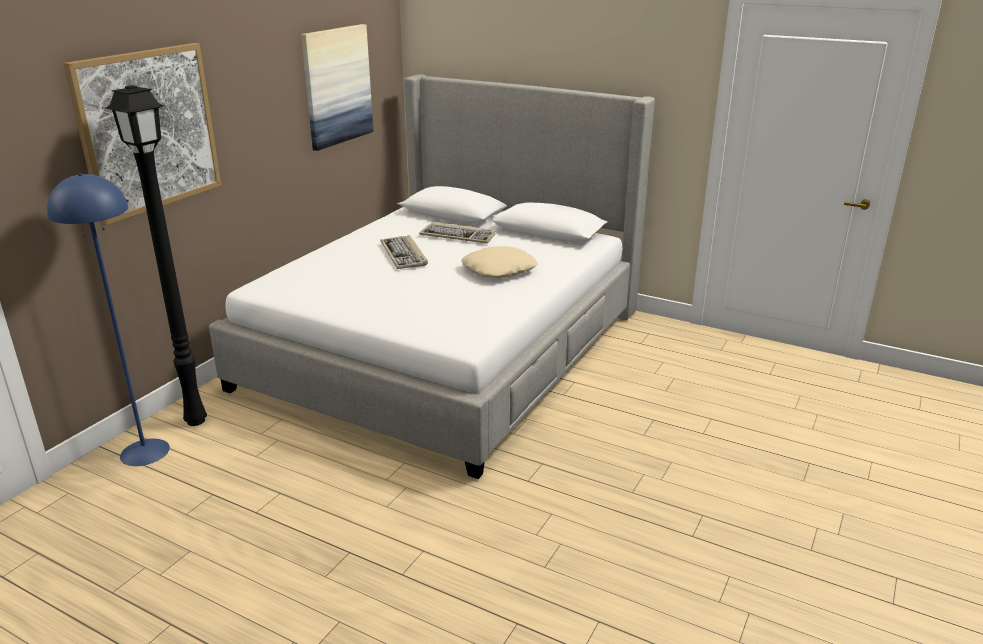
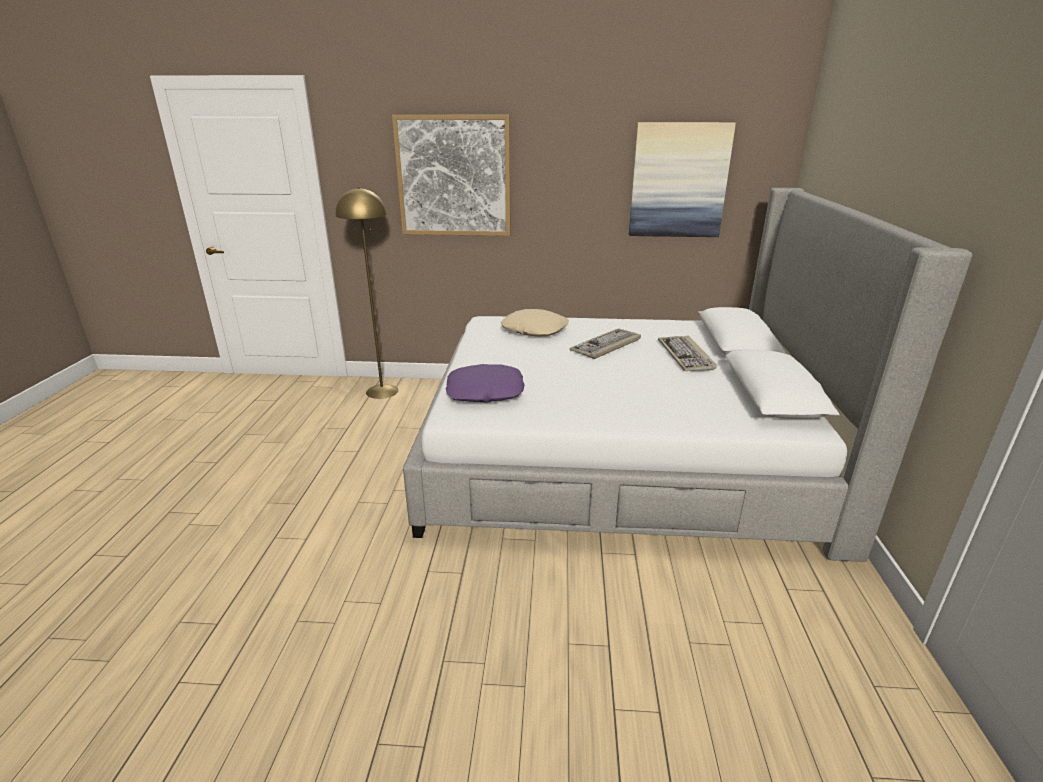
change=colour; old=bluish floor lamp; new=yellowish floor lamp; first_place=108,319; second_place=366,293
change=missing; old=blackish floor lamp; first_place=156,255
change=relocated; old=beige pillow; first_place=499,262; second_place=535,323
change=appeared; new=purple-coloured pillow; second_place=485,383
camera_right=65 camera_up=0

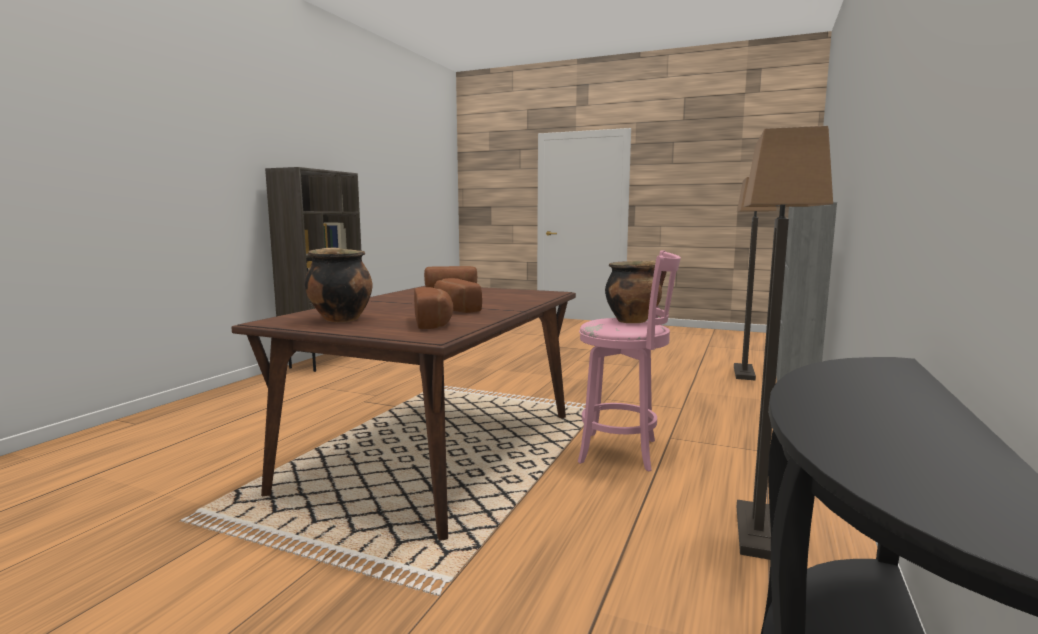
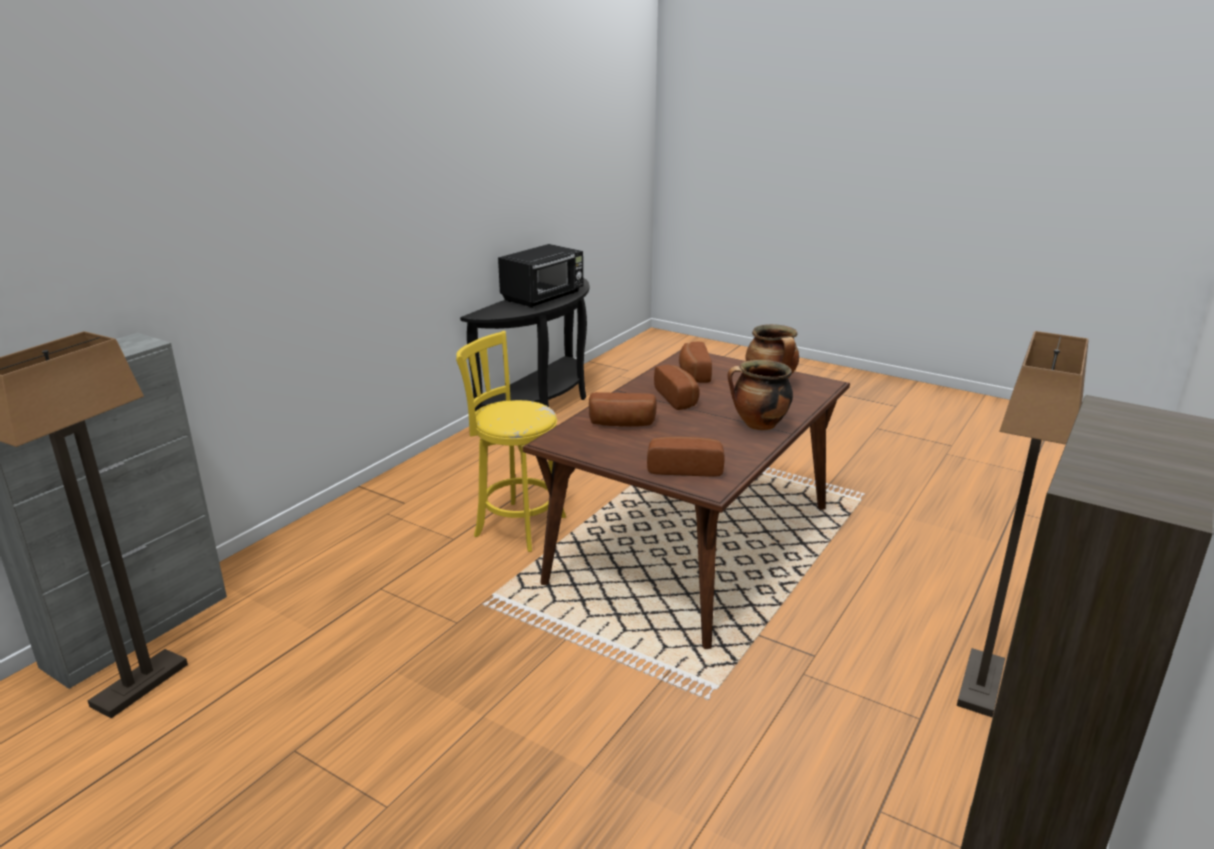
change=colour; old=pinkish stool; new=yellowish stool; first_place=629,361; second_place=511,441
change=relocated; old=saucepot; first_place=636,291; second_place=760,395
change=relocated; old=floor lamp; first_place=785,343; second_place=1022,524
change=appeared; new=blackish microwave; second_place=540,276
change=appeared; new=bread; second_place=623,409
camera_right=-170 camera_up=15

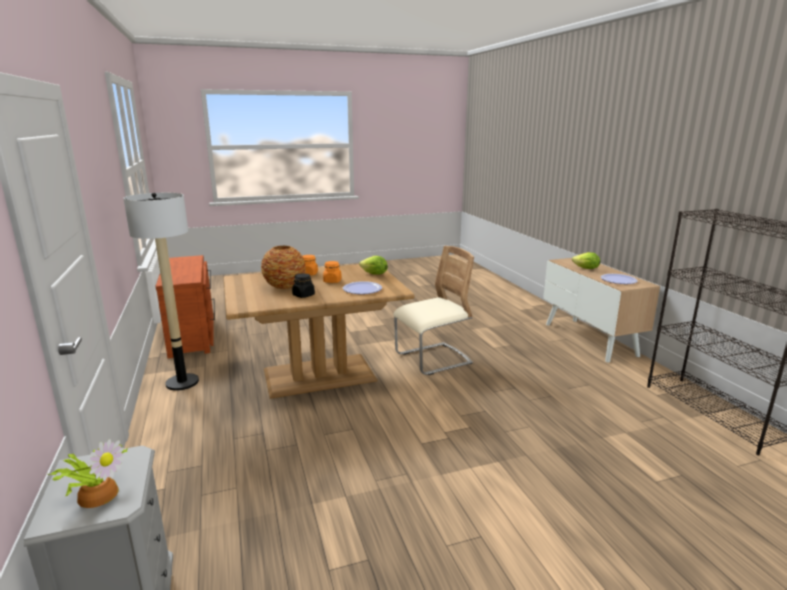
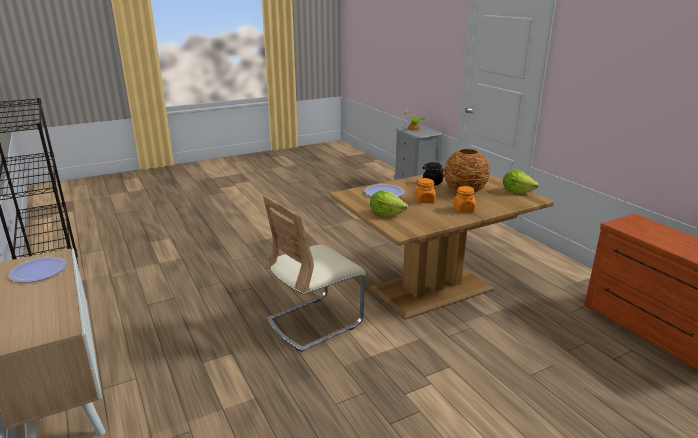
change=missing; old=floor lamp; first_place=161,292
change=relocated; old=head of lettuce; first_place=586,260; second_place=521,182
camera_right=170 camera_up=5

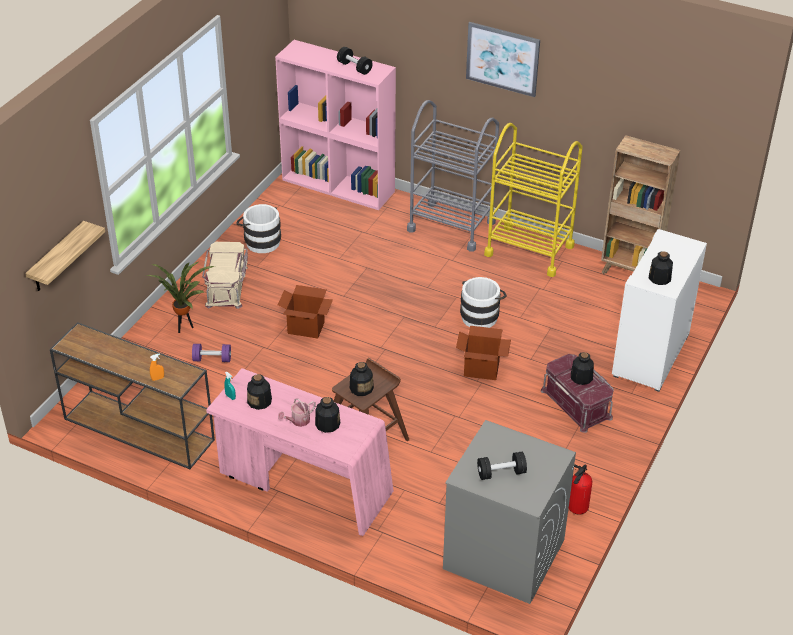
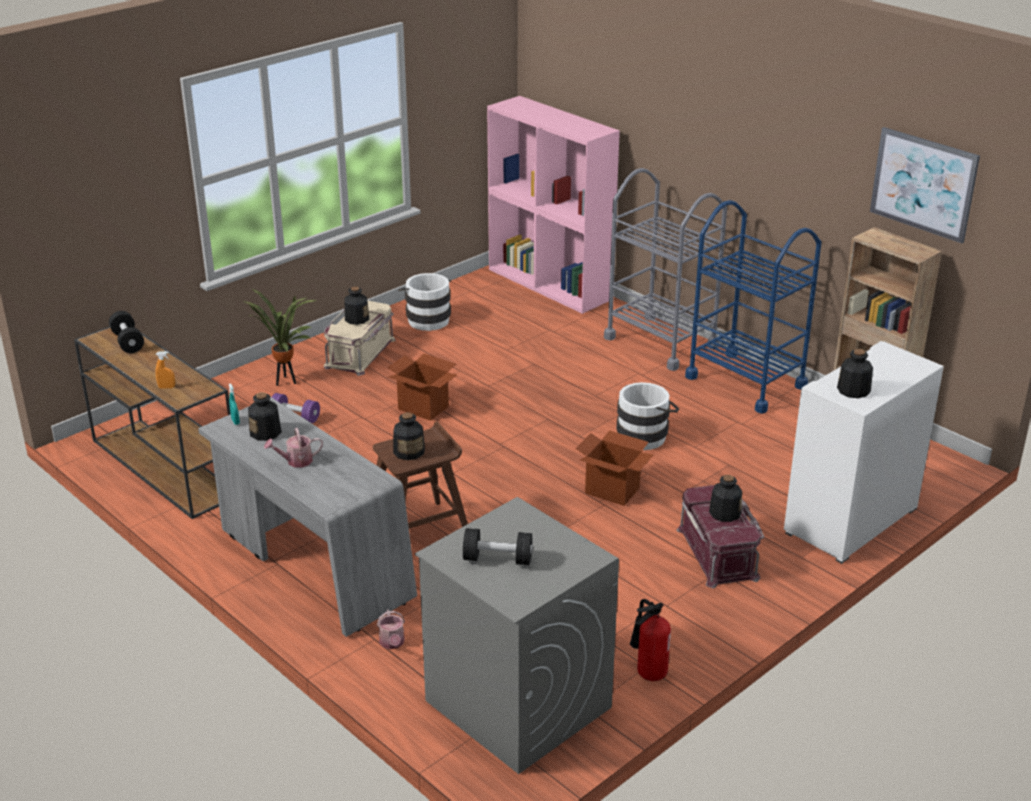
change=missing; old=wall shelf; first_place=65,256
change=colour; old=pinkish desk unit; new=greyish desk unit; first_place=299,452; second_place=307,517
change=relocated; old=beverage bottle; first_place=327,415; second_place=356,305
change=relocated; old=blackish free weight; first_place=355,61; second_place=126,332
change=relocated; old=wall art; first_place=503,59; second_place=925,185
change=colour; old=yellowish cart; new=bluish cart; first_place=533,200; second_place=753,307
change=appeared; new=watering pot; second_place=391,629
camera_right=20 camera_up=-10

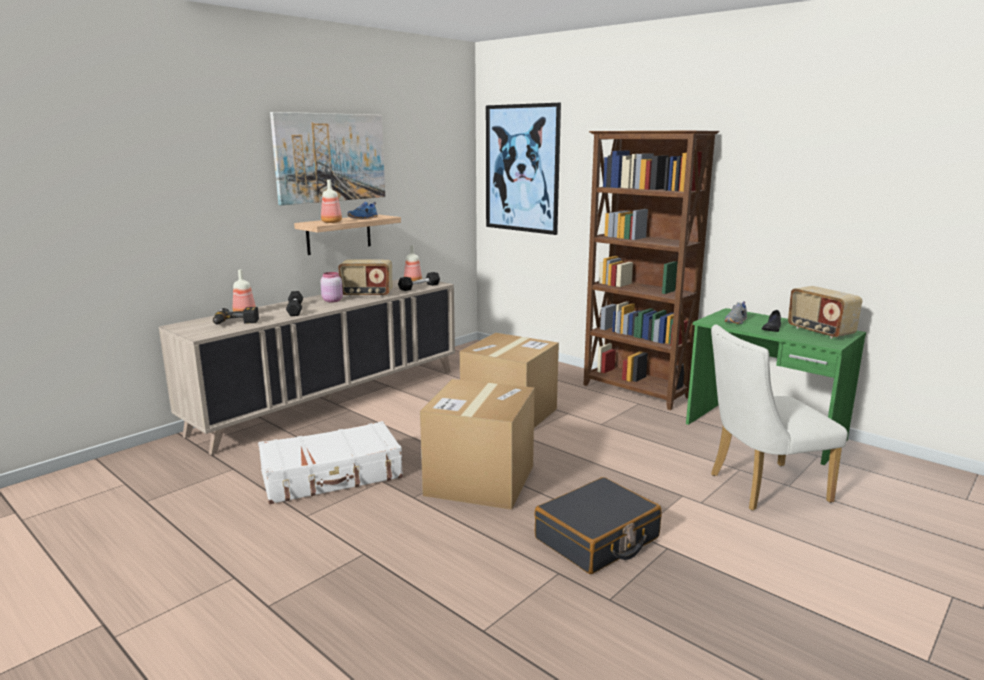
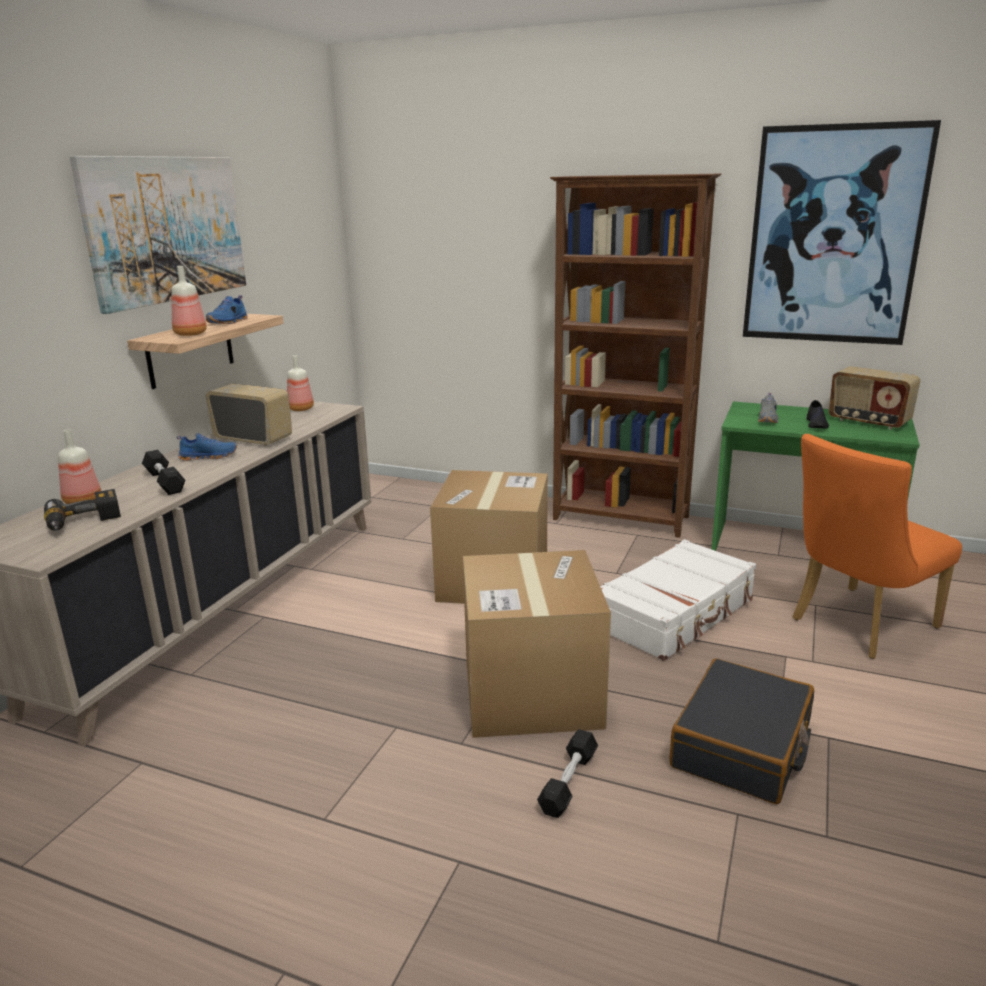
change=relocated; old=whitish suitcase; first_place=330,462; second_place=678,600
change=exchanged; old=pinkish storage jar; new=bluish shoe; first_place=332,287; second_place=207,447
change=spun; old=radio set; first_place=365,278; second_place=249,414; degrees=-135
change=relocated; old=blackish free weight; first_place=419,281; second_place=567,773
change=relocated; old=wall art; first_place=523,169; second_place=842,232
change=colour; old=whitish chair; new=orange chair; first_place=779,418; second_place=877,546
camera_right=-20 camera_up=5

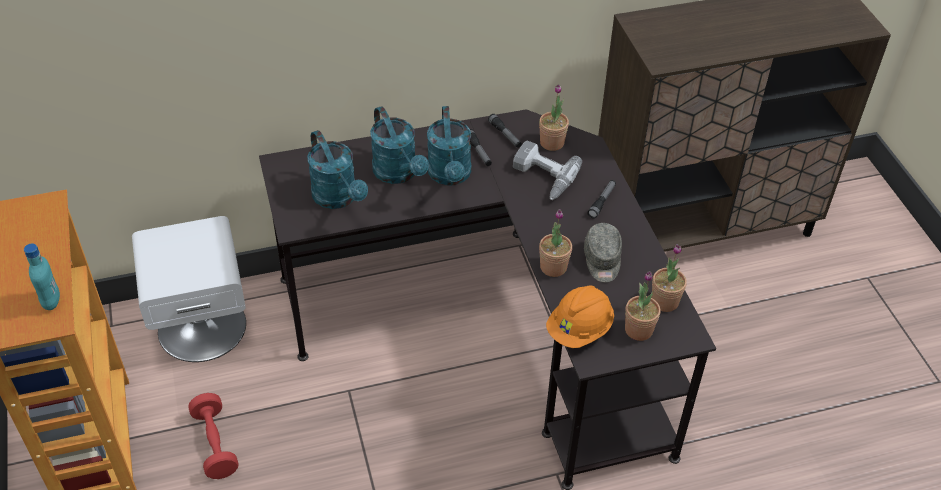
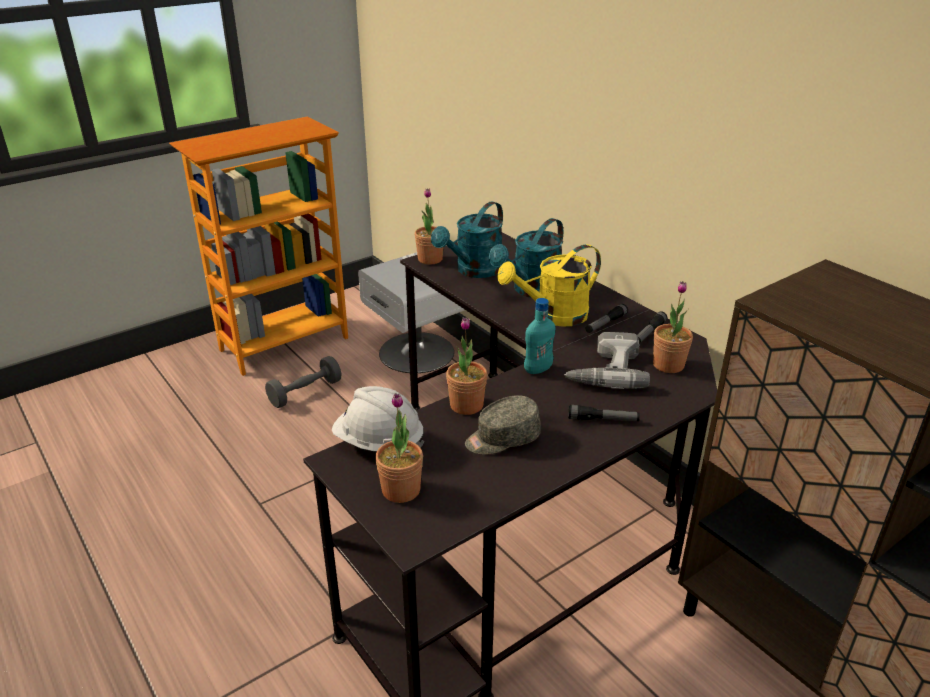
change=relocated; old=turquoise-coloured beverage bottle; first_place=42,277; second_place=539,336
change=colour; old=red free weight; new=greyish free weight; first_place=214,436; second_place=303,382
change=colour; old=turquoise-coloured watering pot; new=yellowish watering pot; first_place=449,146; second_place=549,285
change=colour; old=orange work helmet; new=whitish work helmet; first_place=580,316; second_place=378,418
change=relocated; old=houseplant; first_place=669,278; second_place=429,226
camera_right=70 camera_up=-15

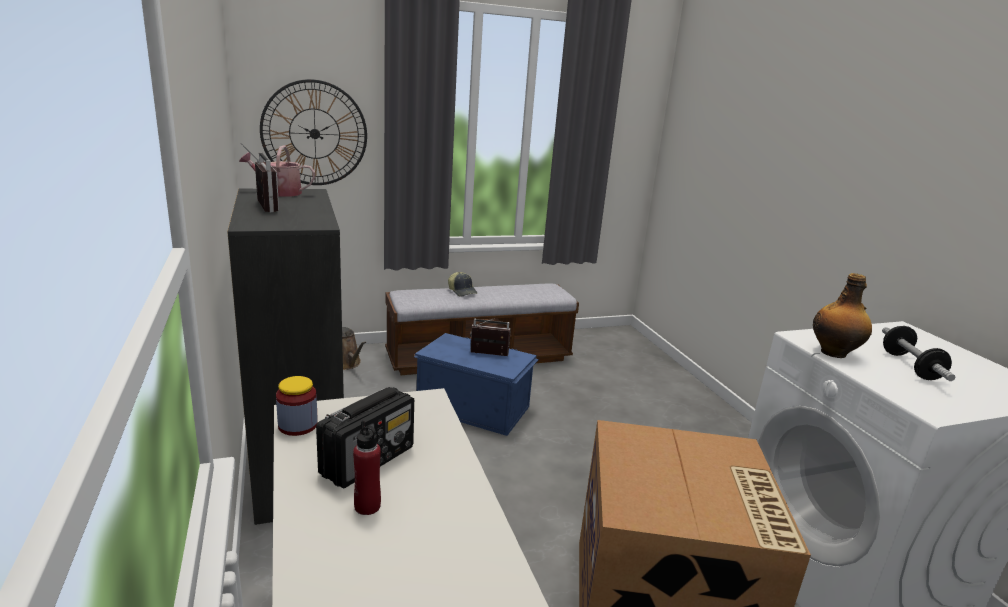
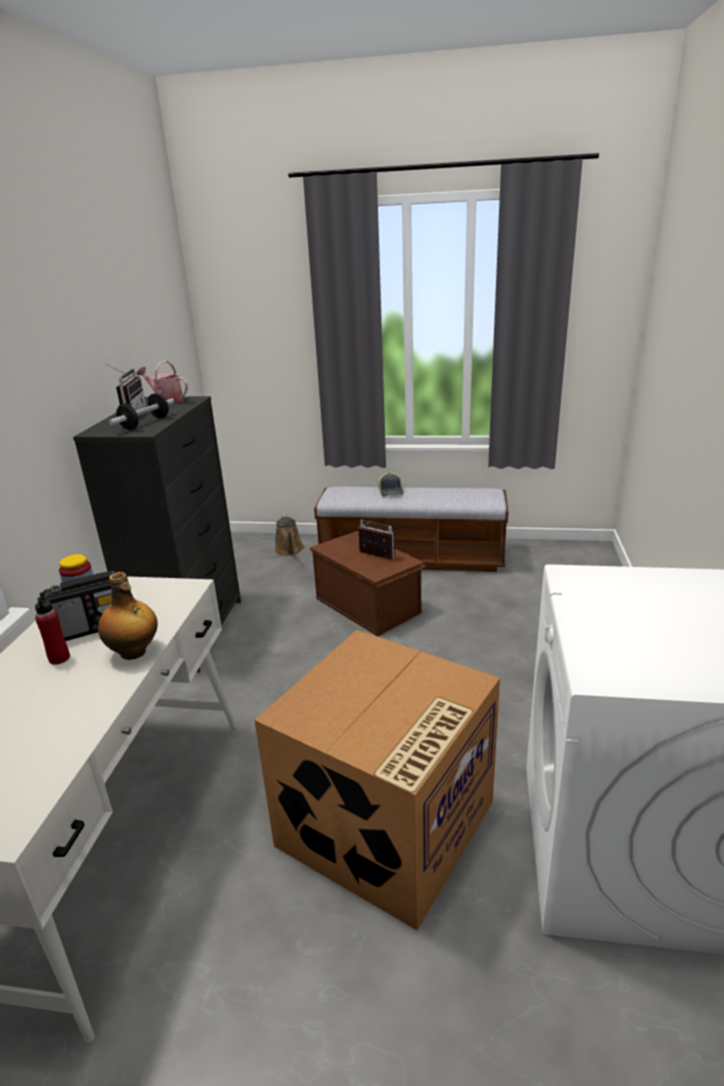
change=missing; old=clock on the wall; first_place=313,132
change=colour; old=bluish storage container; new=brown-coloured storage container; first_place=476,384; second_place=368,584
change=relocated; old=beverage bottle; first_place=842,315; second_place=128,616
change=relocated; old=free weight; first_place=918,353; second_place=141,411
camera_right=30 camera_up=5

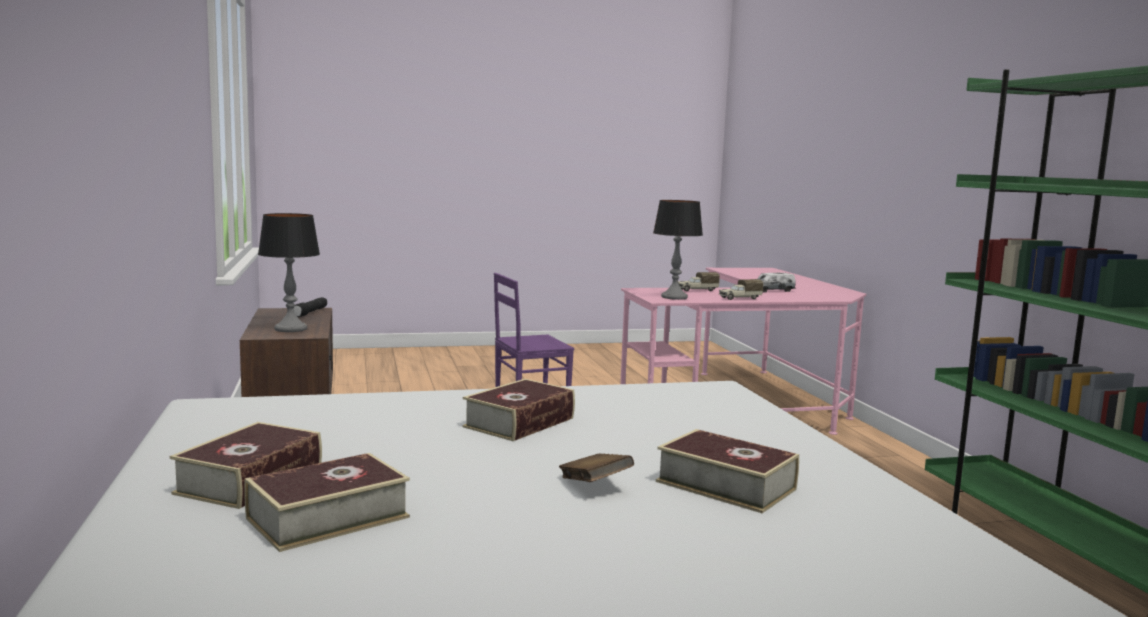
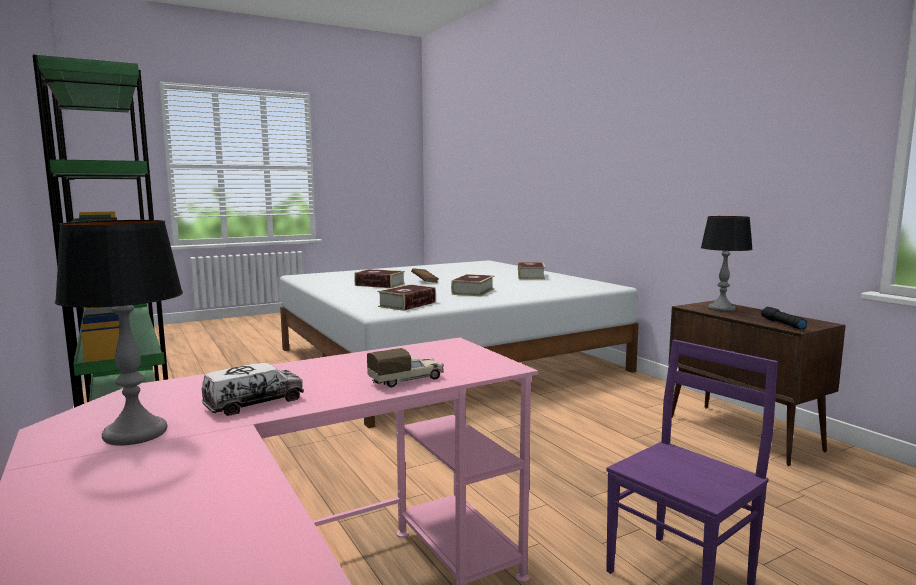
change=relocated; old=bound book; first_place=327,502; second_place=407,297
change=relocated; old=tabletop lamp; first_place=678,250; second_place=119,333
change=missing; old=toy lorry; first_place=741,289
camera_right=165 camera_up=0

